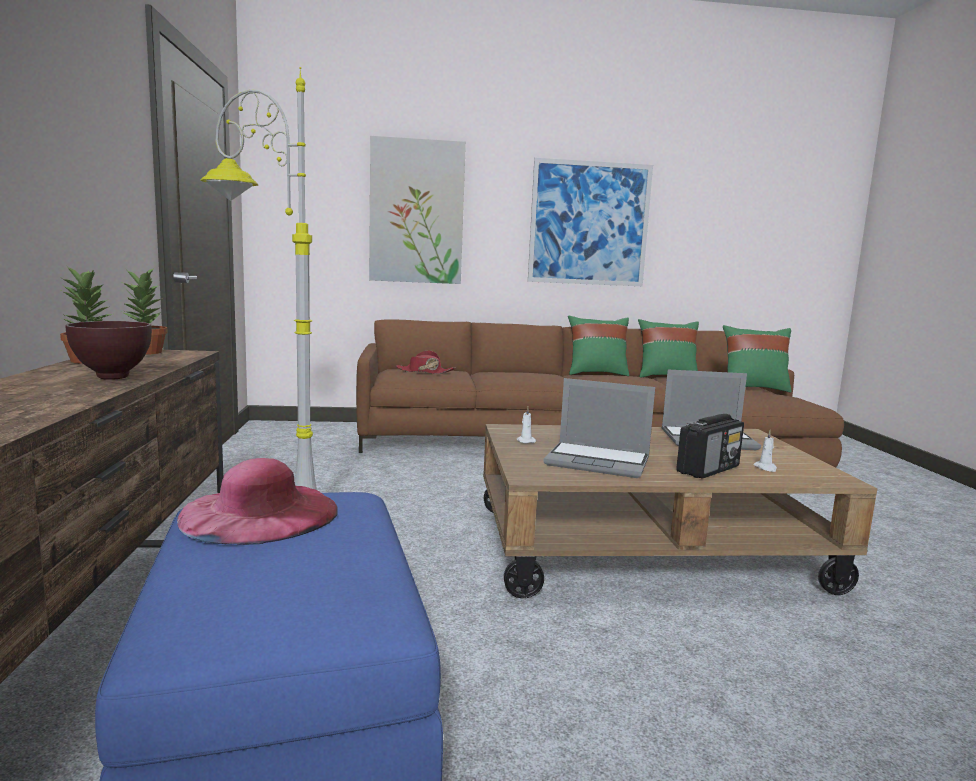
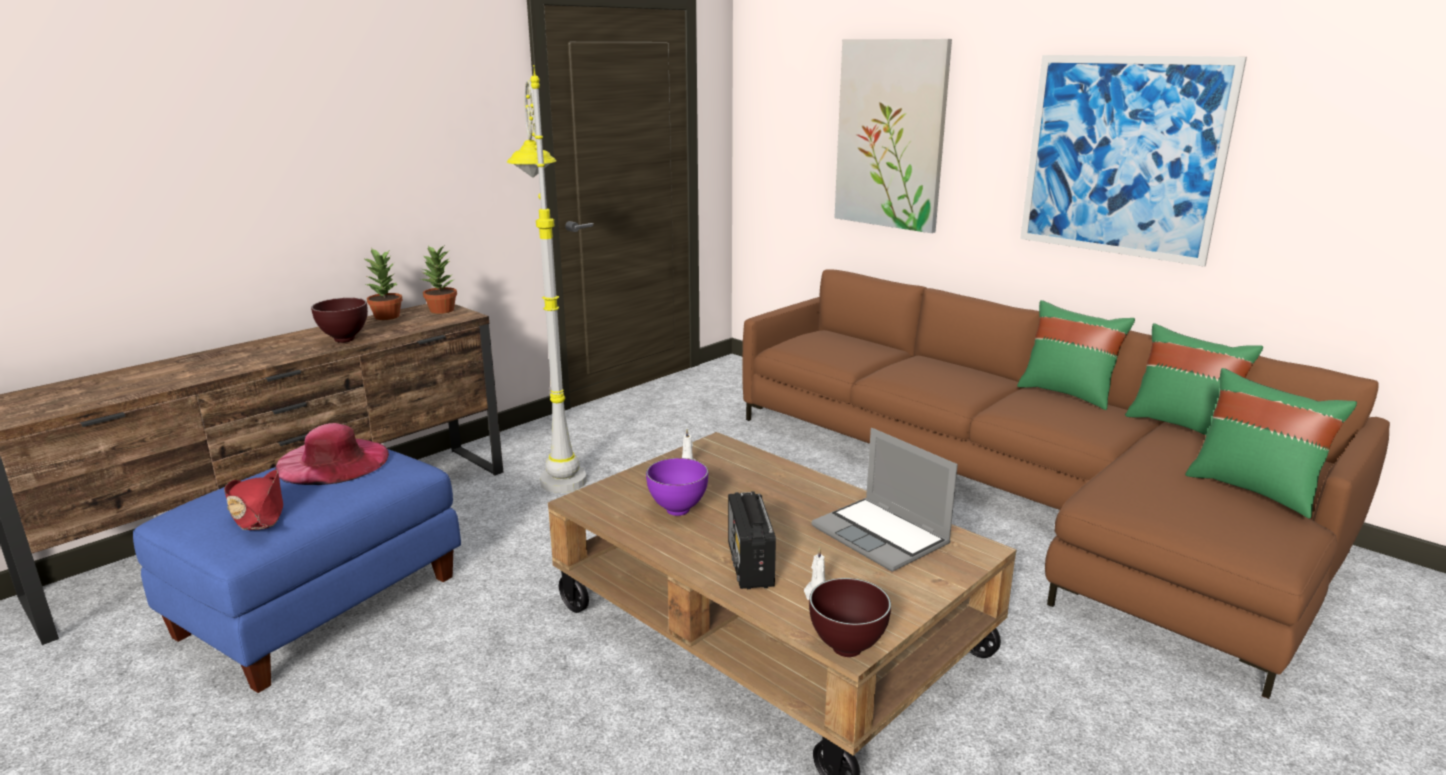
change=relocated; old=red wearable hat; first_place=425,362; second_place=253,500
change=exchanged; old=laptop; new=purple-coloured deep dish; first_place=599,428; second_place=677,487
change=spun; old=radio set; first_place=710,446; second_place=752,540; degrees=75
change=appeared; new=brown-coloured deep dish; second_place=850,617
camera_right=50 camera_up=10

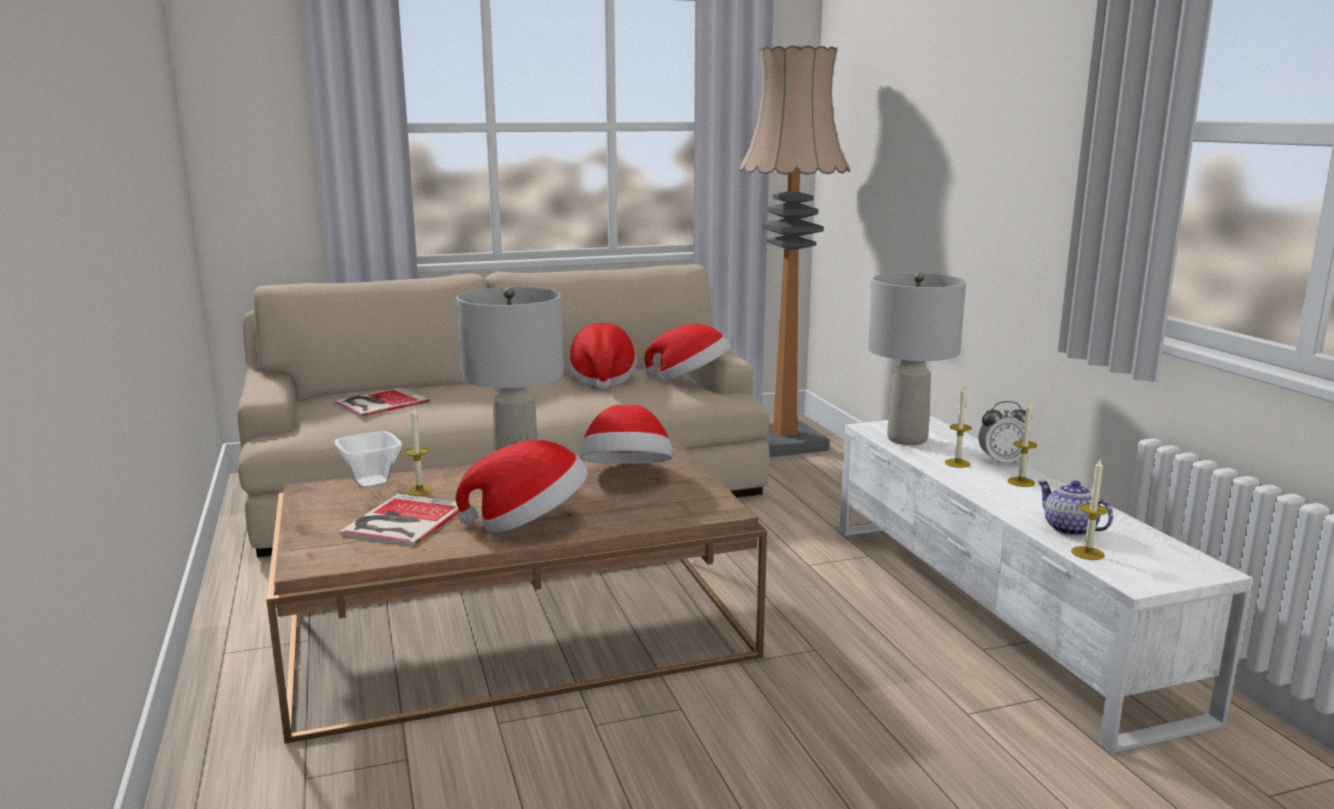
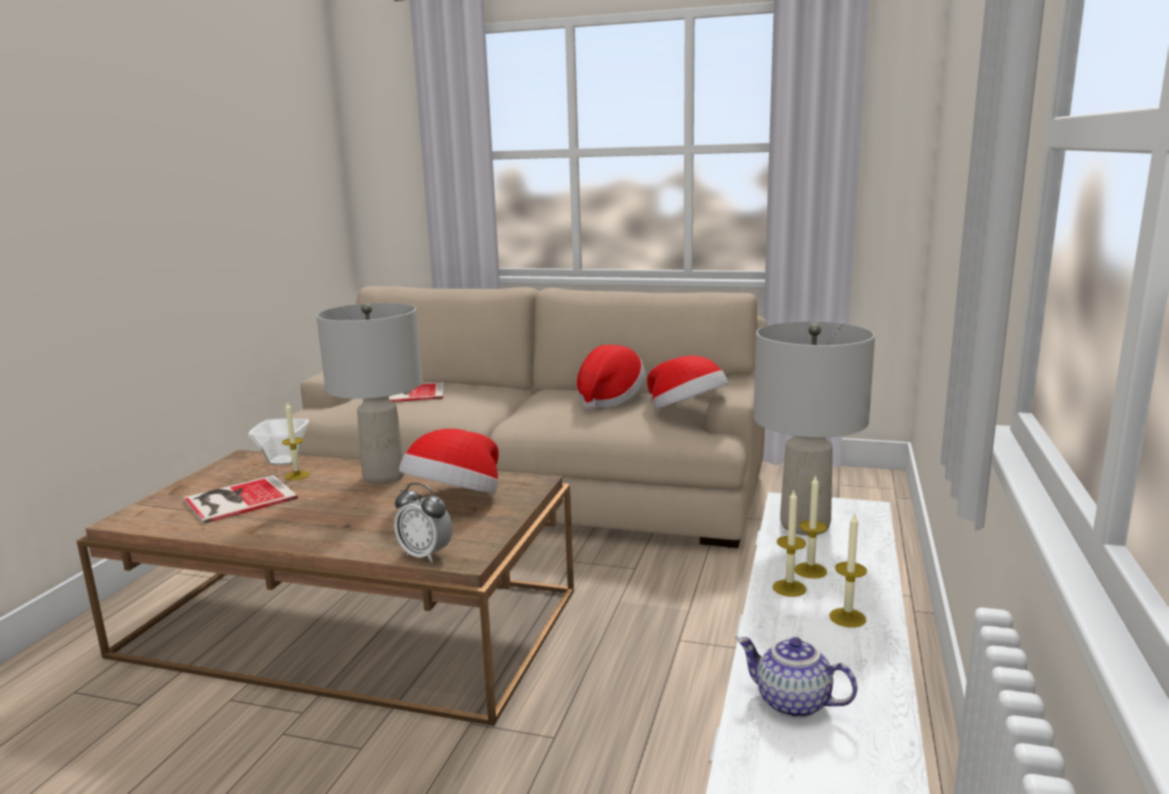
change=missing; old=wearable hat; first_place=522,486
change=missing; old=floor lamp; first_place=794,251
change=relocated; old=alarm clock; first_place=1004,433; second_place=423,523
change=spun; old=pot for tea; first_place=1075,508; second_place=797,677; degrees=-60
change=relocated; old=wax candle; first_place=1089,509; second_place=790,543
camera_right=35 camera_up=0

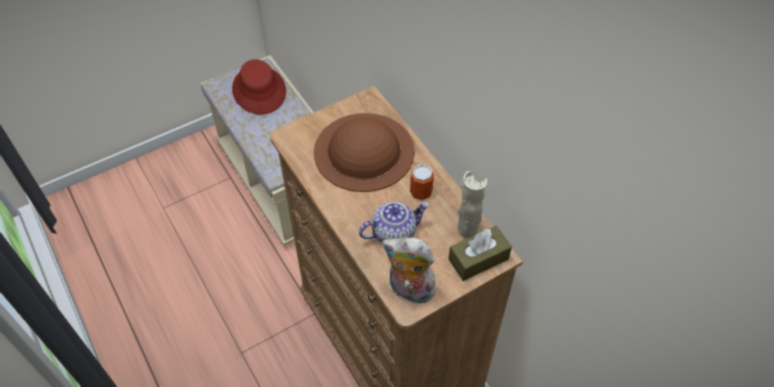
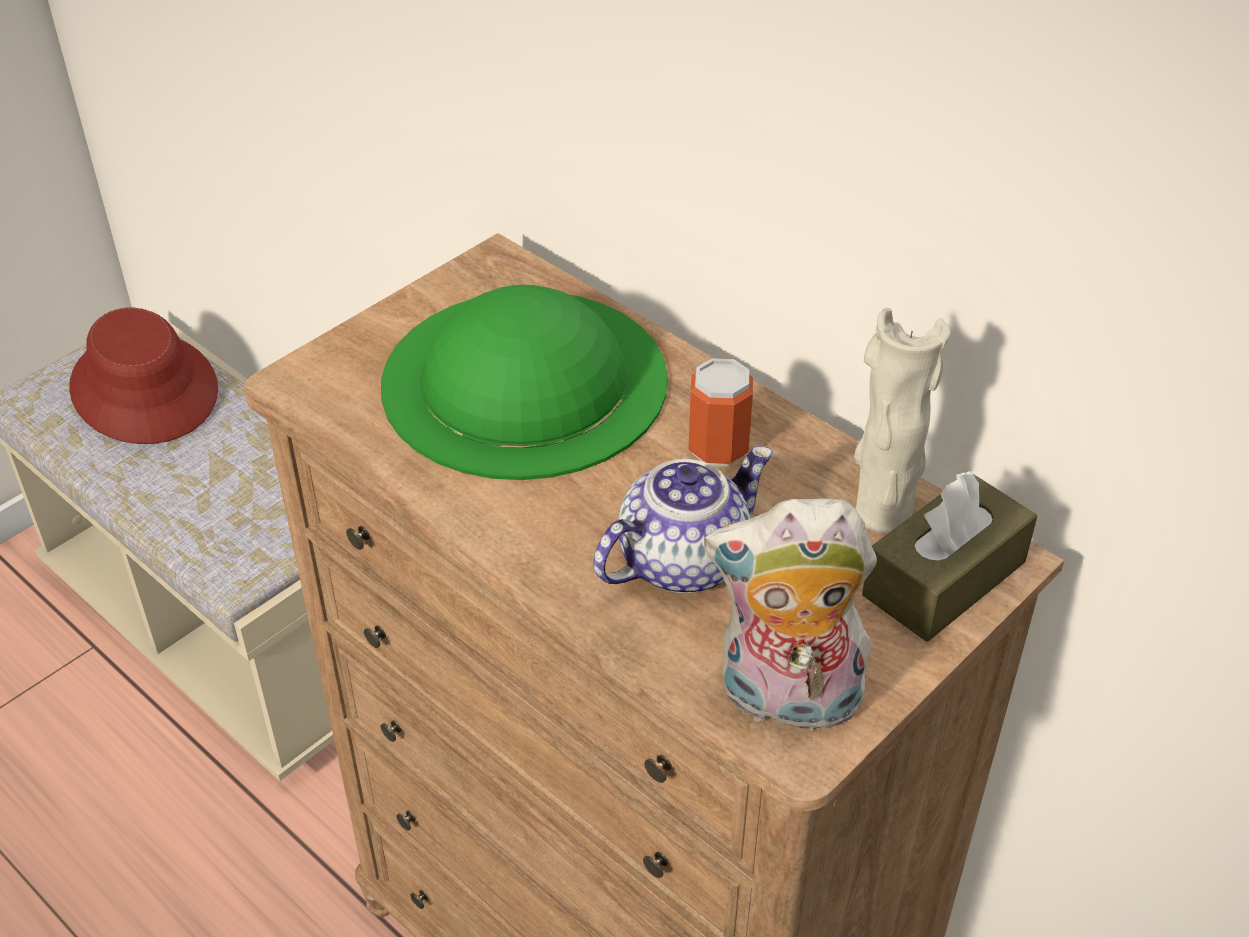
change=colour; old=brown-coloured wearable hat; new=green wearable hat; first_place=364,152; second_place=524,382
camera_right=-15 camera_up=-10

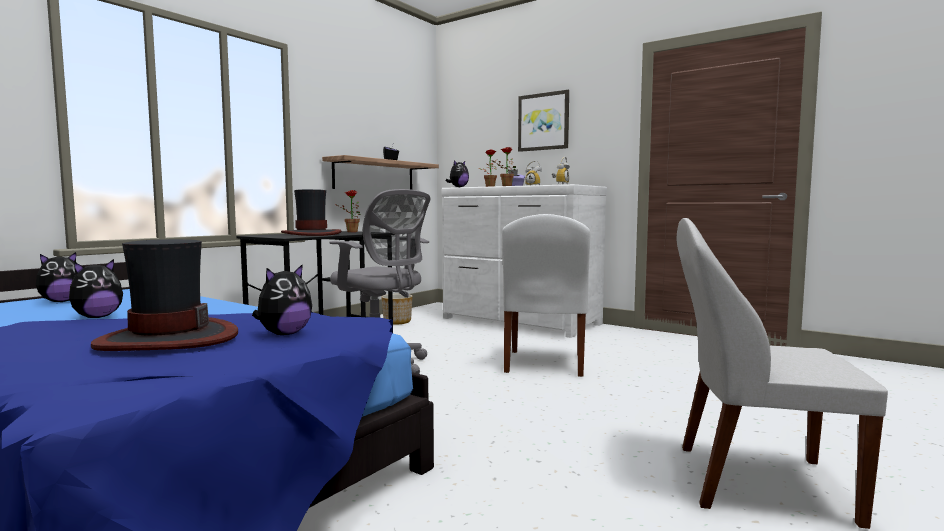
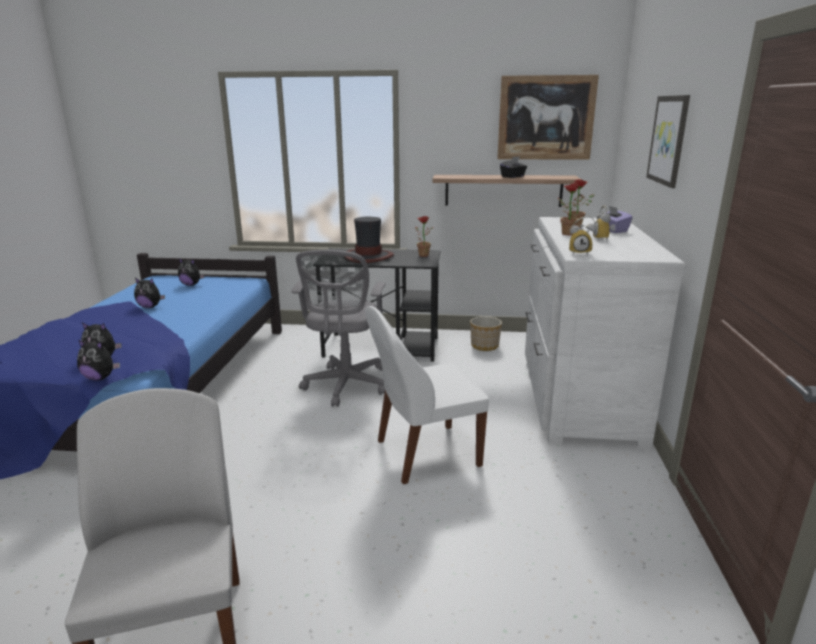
change=missing; old=wearable hat; first_place=164,295
change=relocated; old=plush toy; first_place=457,173; second_place=98,360
change=appeared; new=wall art; second_place=548,117
camera_right=60 camera_up=15

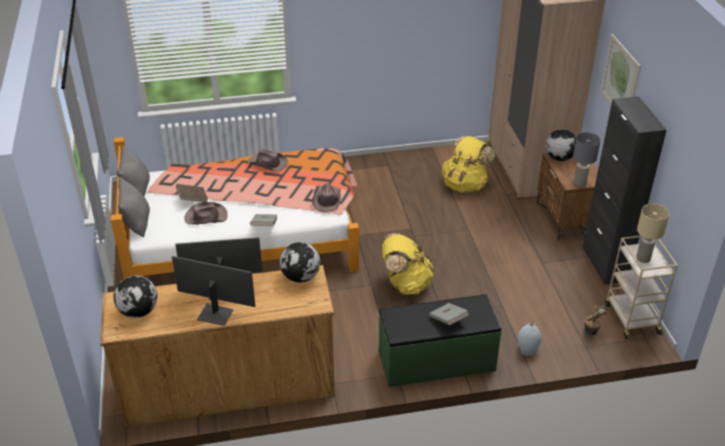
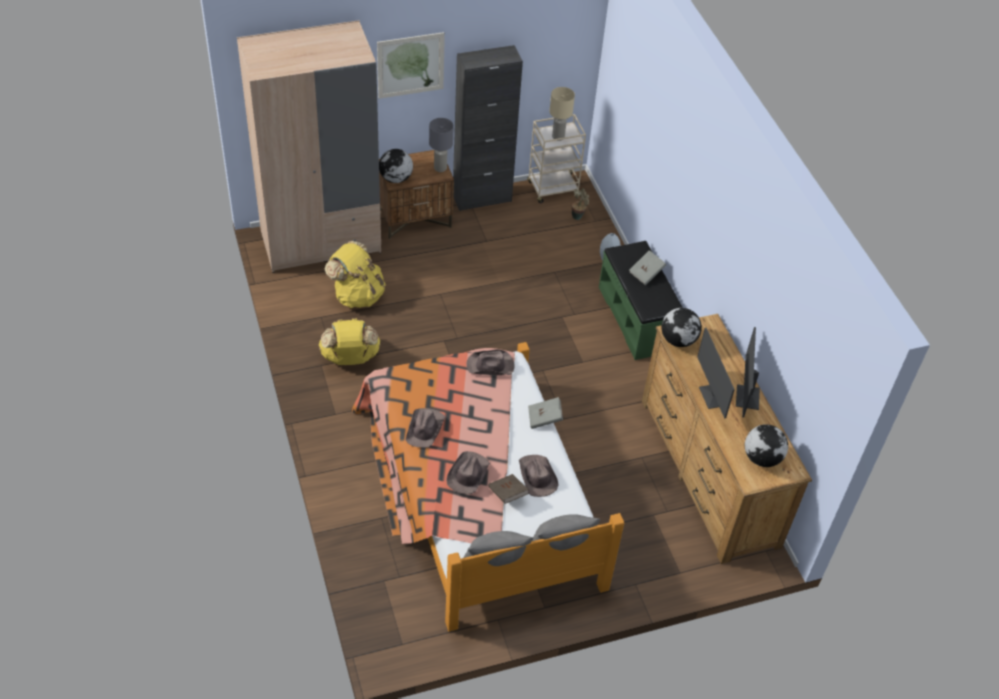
change=relocated; old=yellowish knapsack; first_place=408,264; second_place=350,341
change=appeared; new=brown-coloured wearable hat; second_place=468,472
camera_right=-100 camera_up=10

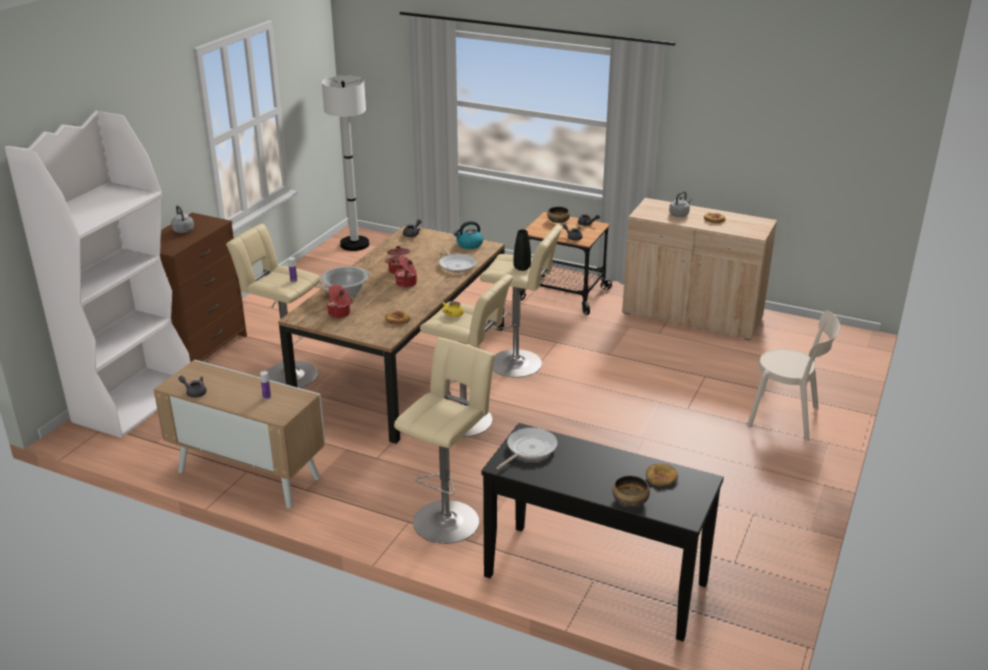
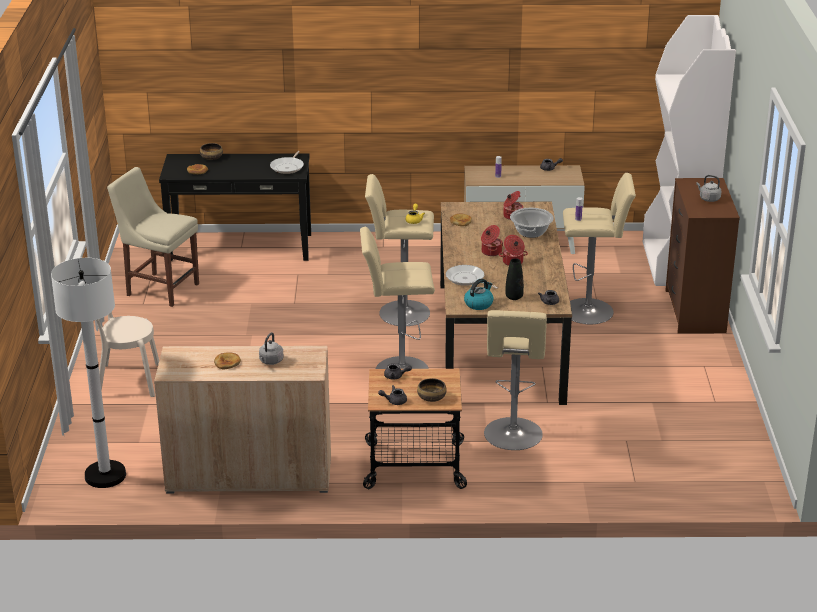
change=relocated; old=whitish floor lamp; first_place=345,163; second_place=88,373
change=relocated; old=beige stool; first_place=445,441; second_place=515,380
change=relocated; old=blackish flower vase; first_place=522,250; second_place=514,279
change=appeared; new=beige chair; second_place=153,237
camera_right=155 camera_up=0

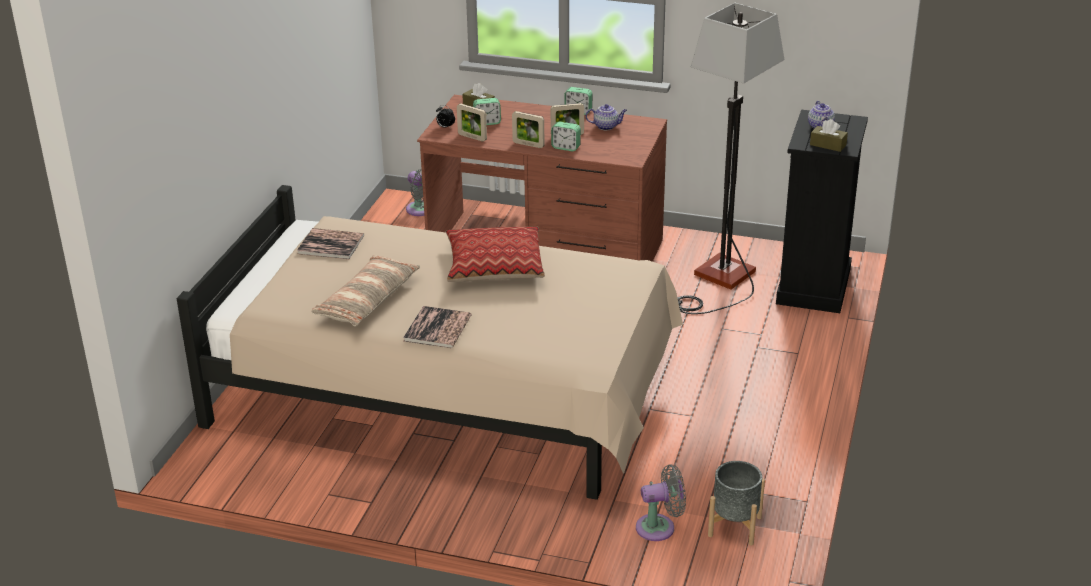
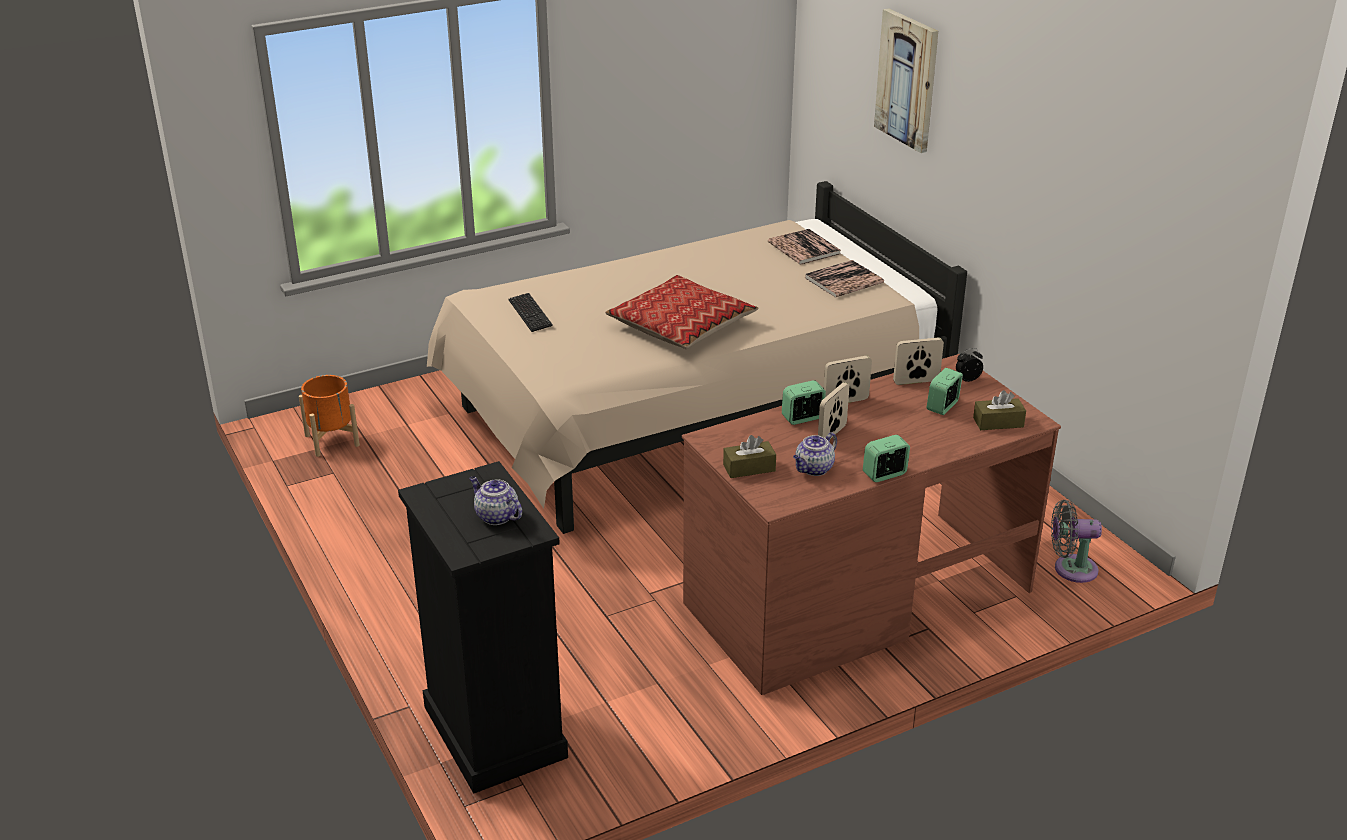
change=missing; old=pillow; first_place=366,290
change=relocated; old=bound book; first_place=437,327; second_place=804,247
change=missing; old=greyish fan; first_place=661,502
change=missing; old=floor lamp; first_place=730,158
change=colour; old=greyish flower pot; new=orange flower pot; first_place=736,503; second_place=329,416
change=relocated; old=brown-coloured tissue holder; first_place=829,135; second_place=749,456
change=appeared; new=PC keyboard; second_place=531,312
change=appeared; new=wall art; second_place=906,80
camera_right=135 camera_up=0

